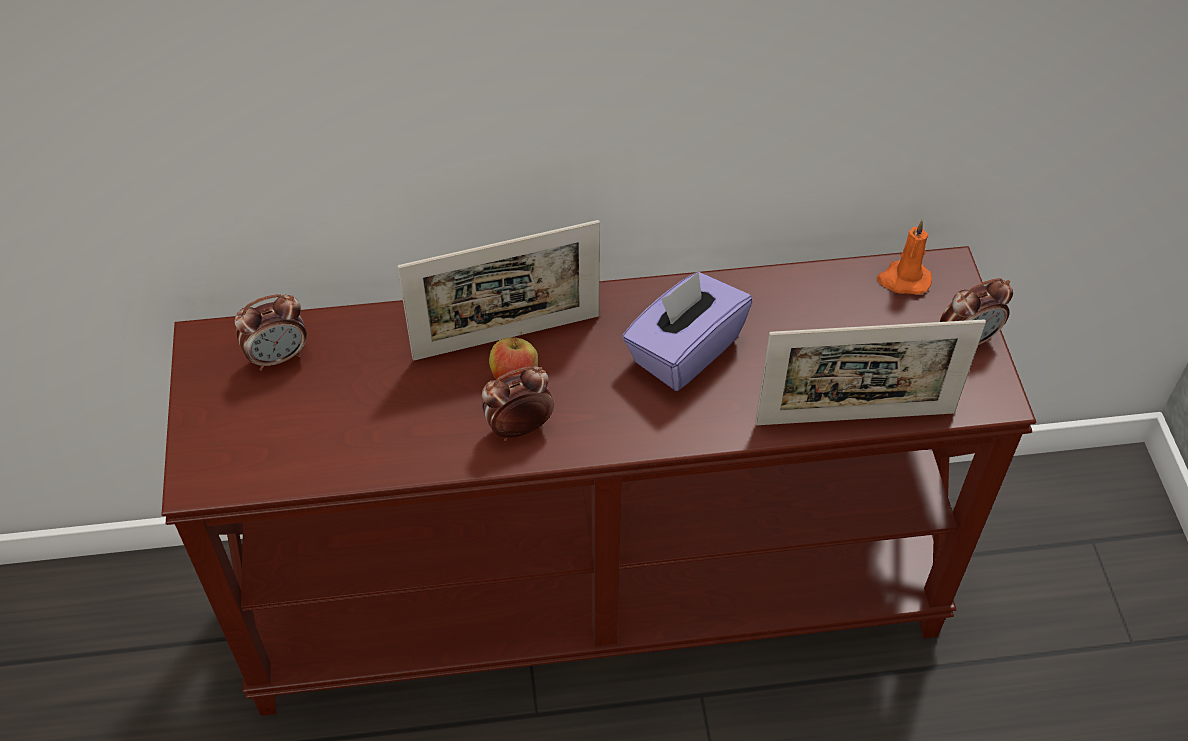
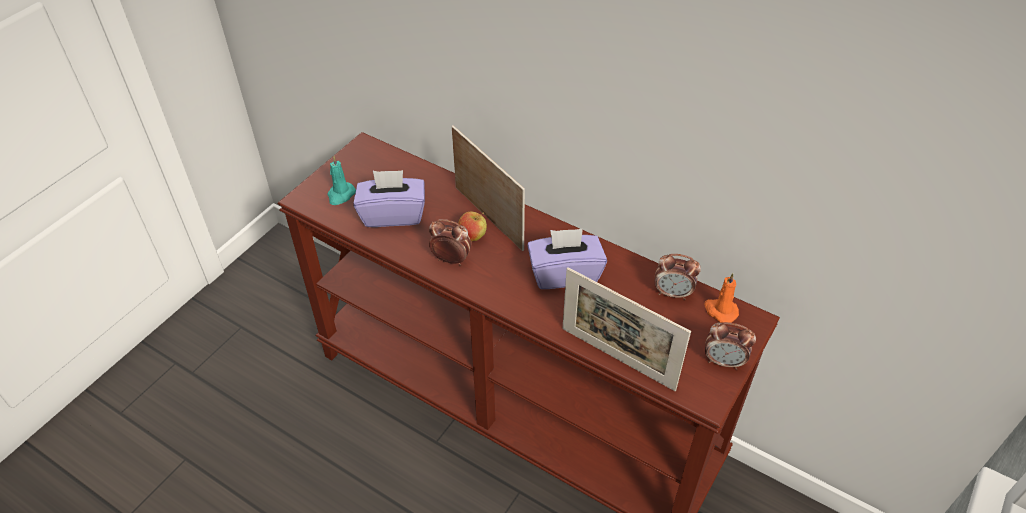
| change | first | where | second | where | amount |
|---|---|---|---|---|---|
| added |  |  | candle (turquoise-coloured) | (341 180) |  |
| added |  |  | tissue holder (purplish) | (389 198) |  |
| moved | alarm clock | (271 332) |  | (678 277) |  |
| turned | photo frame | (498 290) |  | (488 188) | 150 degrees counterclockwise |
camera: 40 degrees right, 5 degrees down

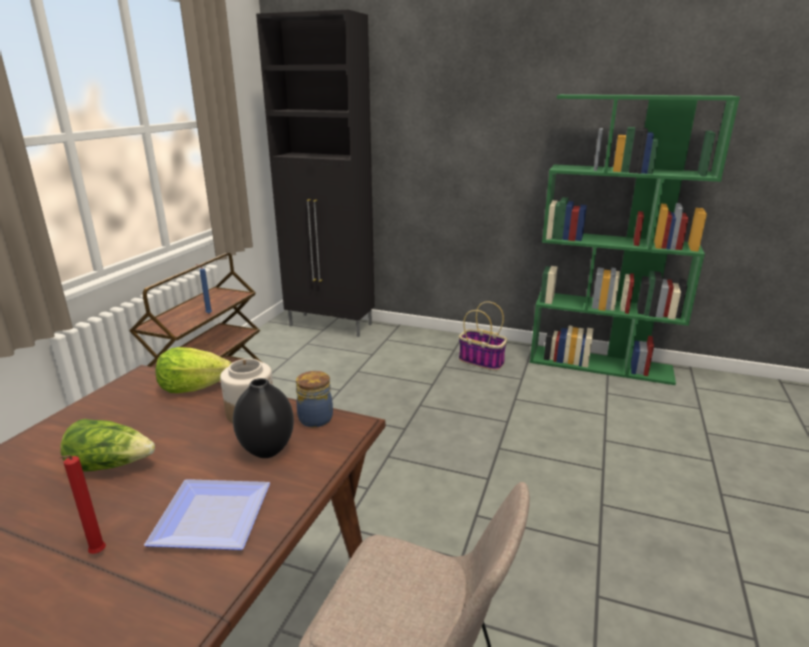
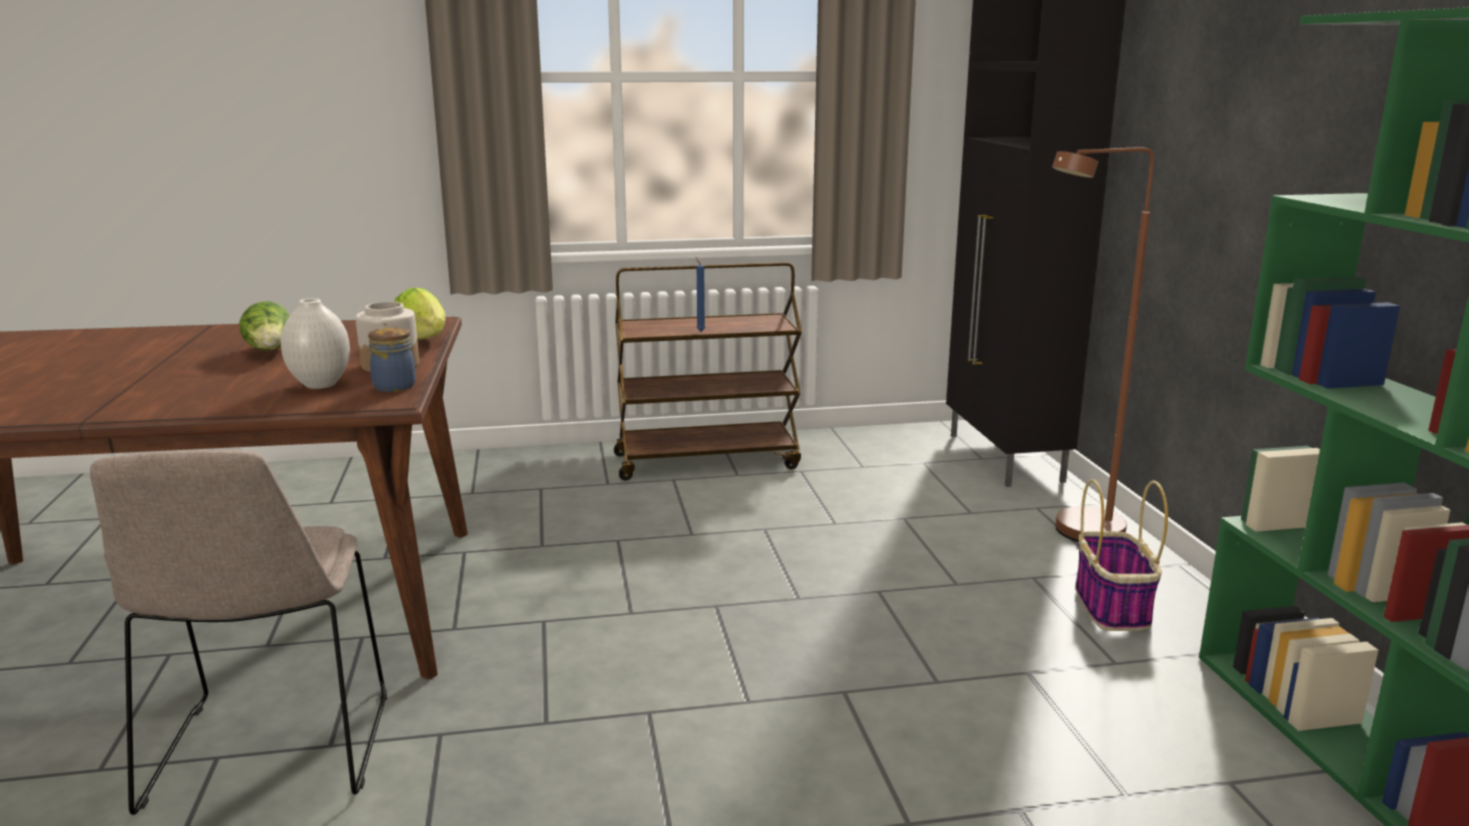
| change | first | where | second | where | amount |
|---|---|---|---|---|---|
| removed | candle (reddish) | (82 504) |  |  |  |
| removed | plate | (207 514) |  |  |  |
| added |  |  | standard lamp (brownish) | (1103 344) |  |
| recoloured | decorative vase (blackish) | (263 418) | decorative vase (white-coloured) | (315 343) |  |
camera: 60 degrees right, 5 degrees down

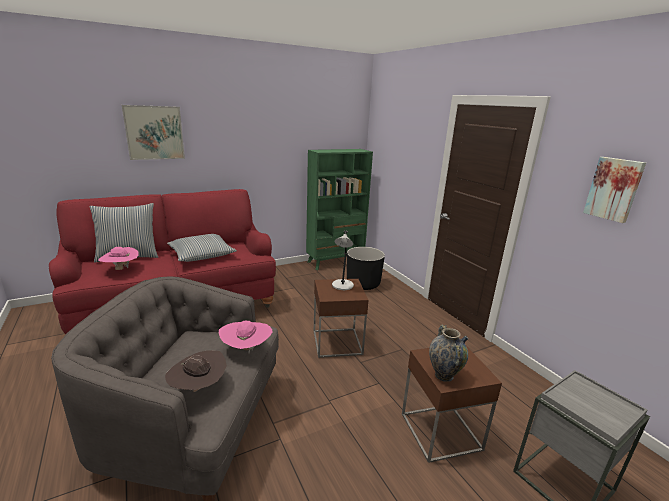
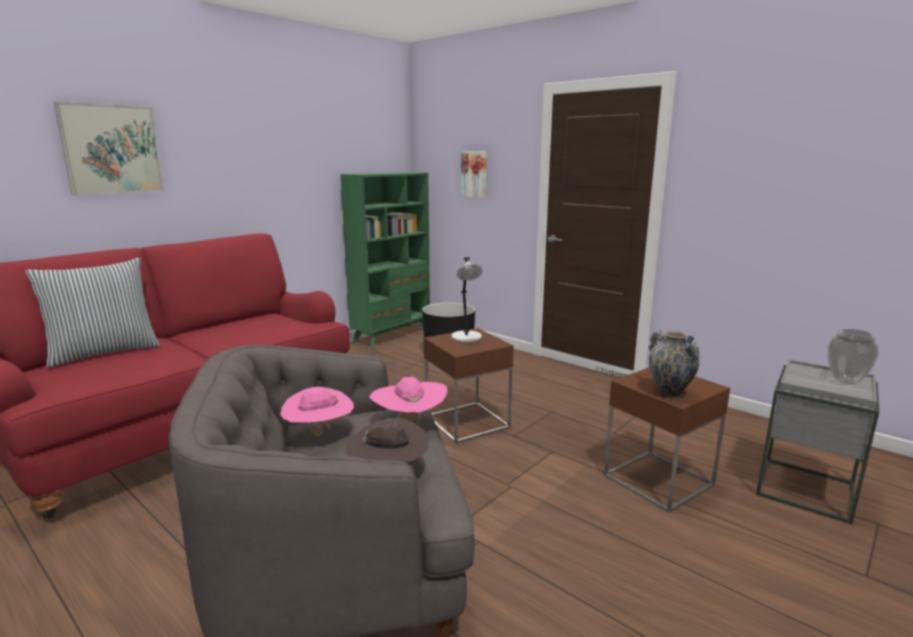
| change | first | where | second | where | amount |
|---|---|---|---|---|---|
| removed | pillow | (202 248) |  |  |  |
| added |  |  | decorative vase | (853 356) |  |
| moved | clothing hat (pink) | (118 258) |  | (317 411) |  |
| moved | wall picture | (614 190) |  | (474 174) |  |
camera: 20 degrees left, 5 degrees down

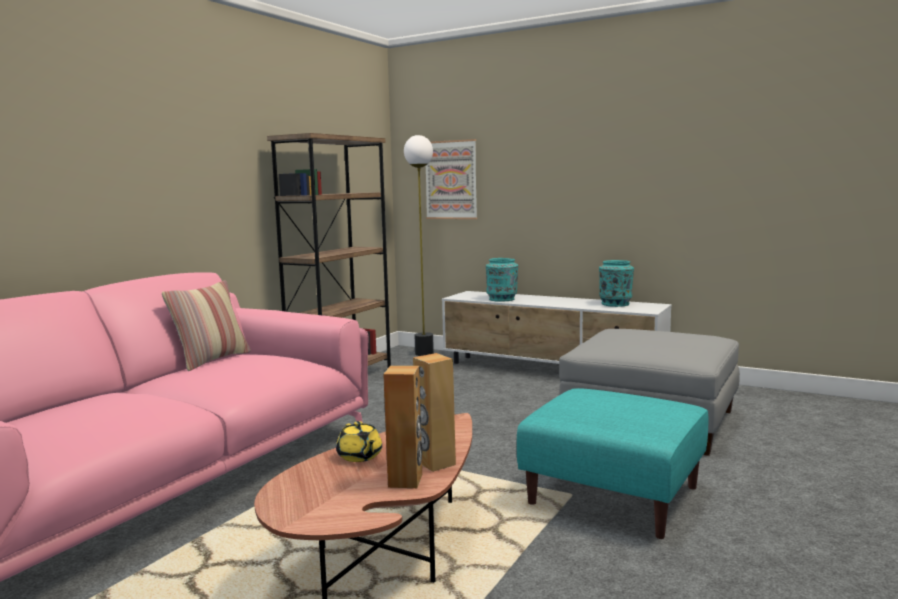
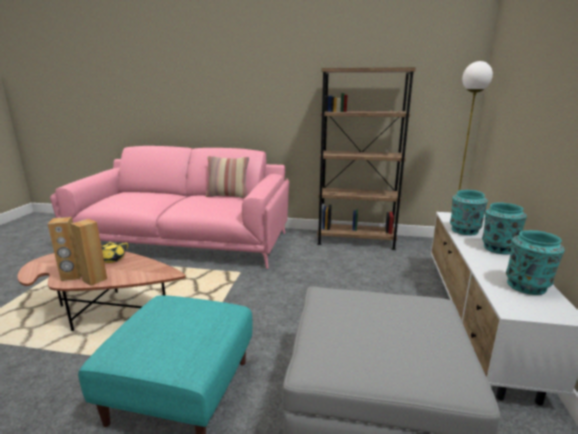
| change | first | where | second | where | amount |
|---|---|---|---|---|---|
| removed | wall picture | (451 179) |  |  |  |
| added |  |  | decorative vase (turquoise-coloured) | (504 228) |  |
camera: 70 degrees right, 10 degrees up

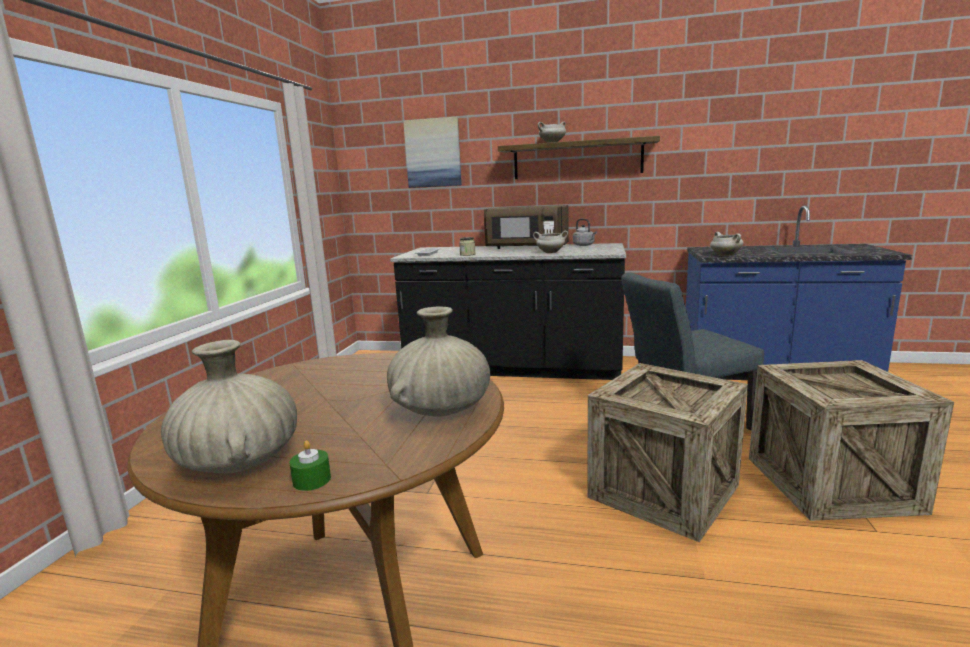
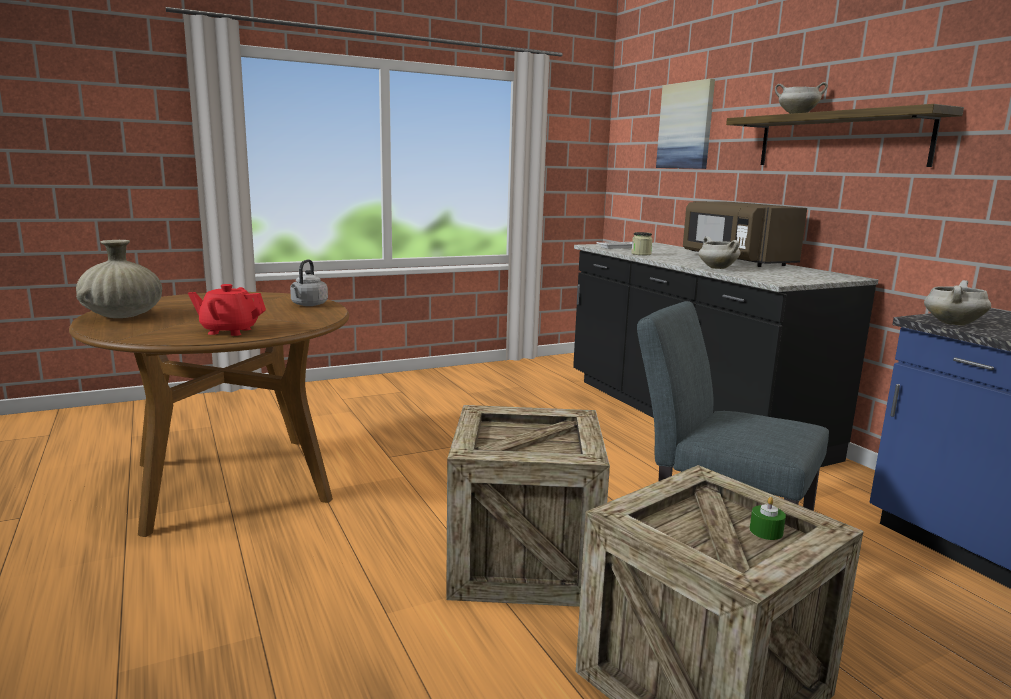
| change | first | where | second | where | amount |
|---|---|---|---|---|---|
| moved | candle (green-coloured) | (310 465) |  | (768 518) |  |
| moved | kettle (greyish) | (585 232) |  | (309 282) |  |
| replaced | decorative vase (sand-coloured) | (438 362) | tea pot (reddish) | (227 310) |  |
camera: 50 degrees right, 0 degrees up

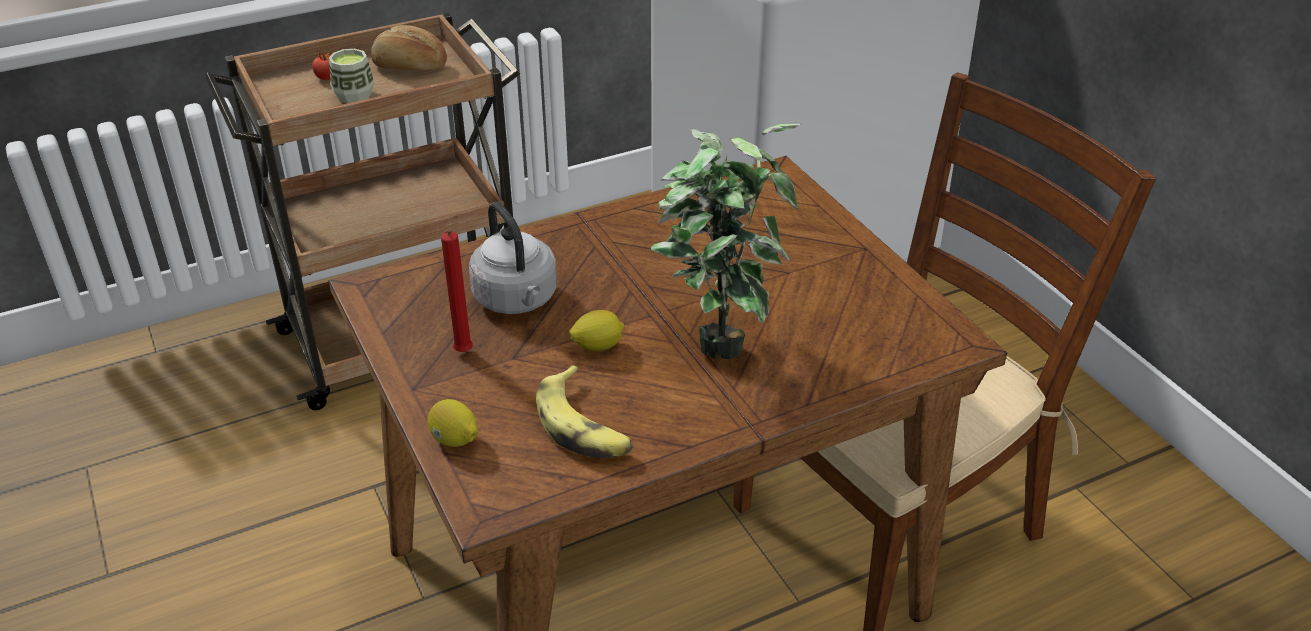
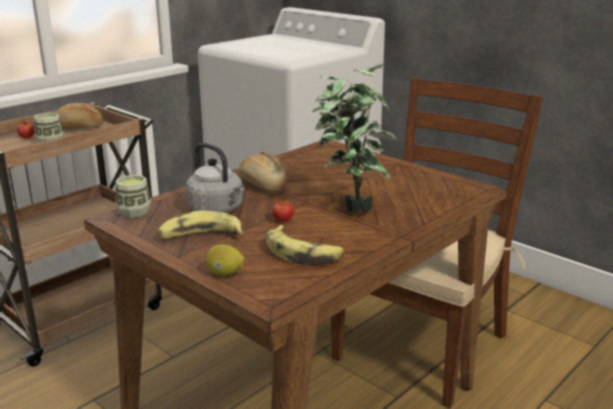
| change | first | where | second | where | amount |
|---|---|---|---|---|---|
| added |  |  | drinking cup | (133 196) |  |
| added |  |  | bread | (262 172) |  |
| replaced | candle (reddish) | (457 291) | banana fruit | (201 224) |  |
| replaced | citrus fruit | (596 330) | whole tomato | (283 208) |  |
camera: 20 degrees left, 15 degrees down

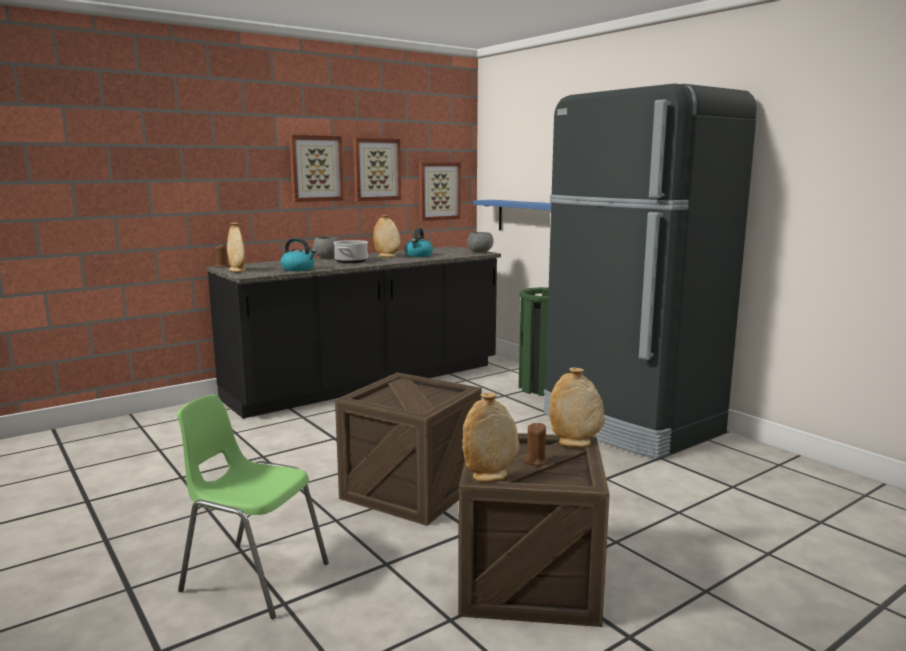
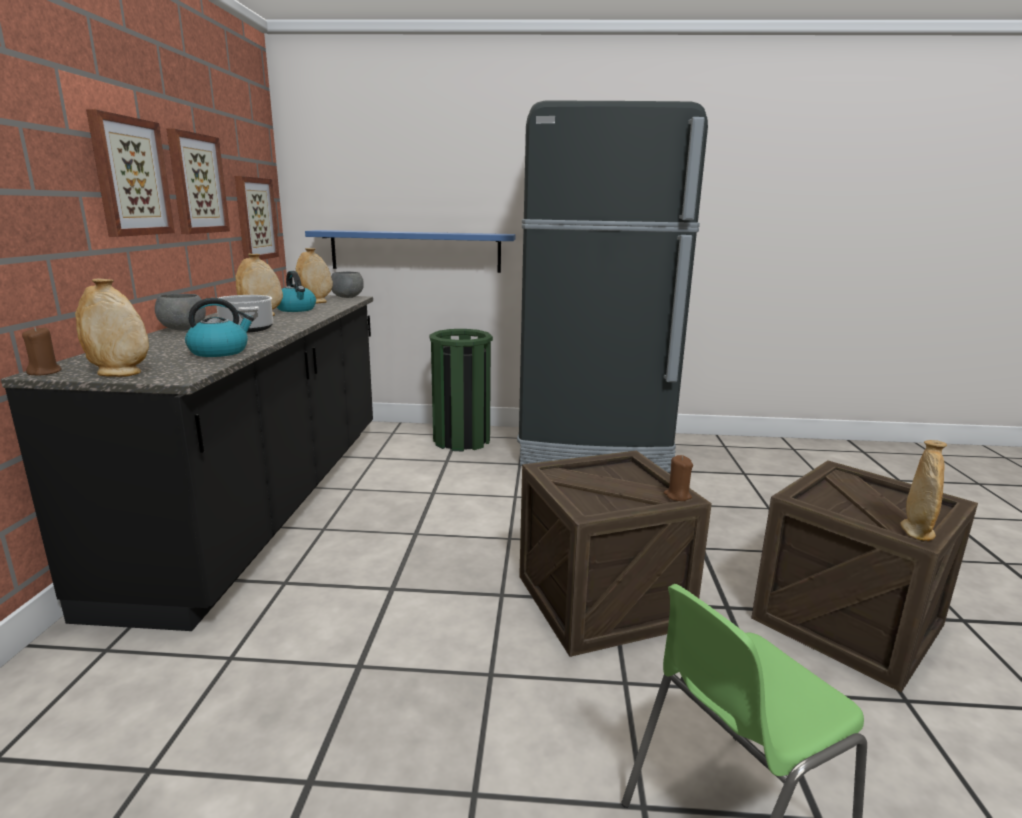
| change | first | where | second | where | amount |
|---|---|---|---|---|---|
| moved | candle (brownish) | (535 444) |  | (678 478) |  |
| moved | decorative vase (sand-coloured) | (577 407) |  | (314 276) |  |
camera: 50 degrees left, 5 degrees up

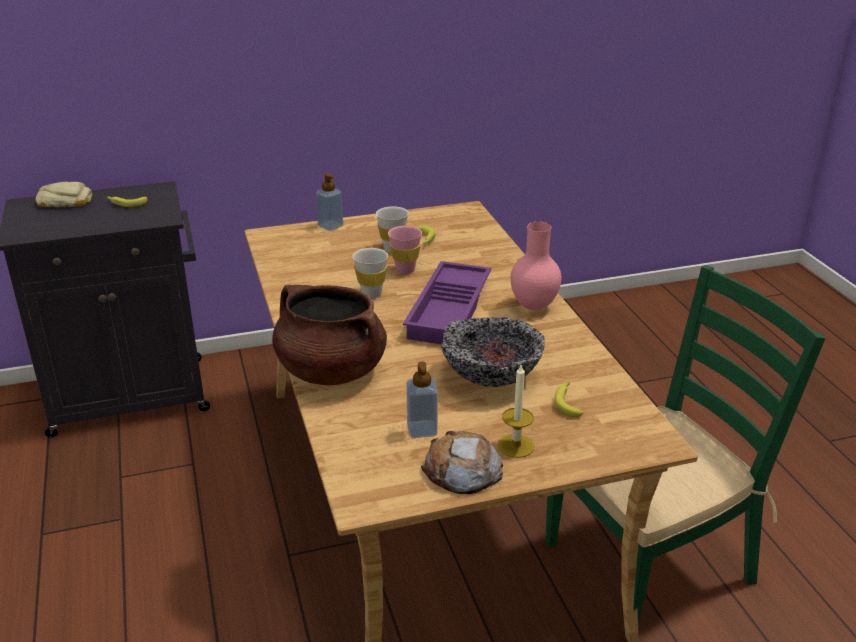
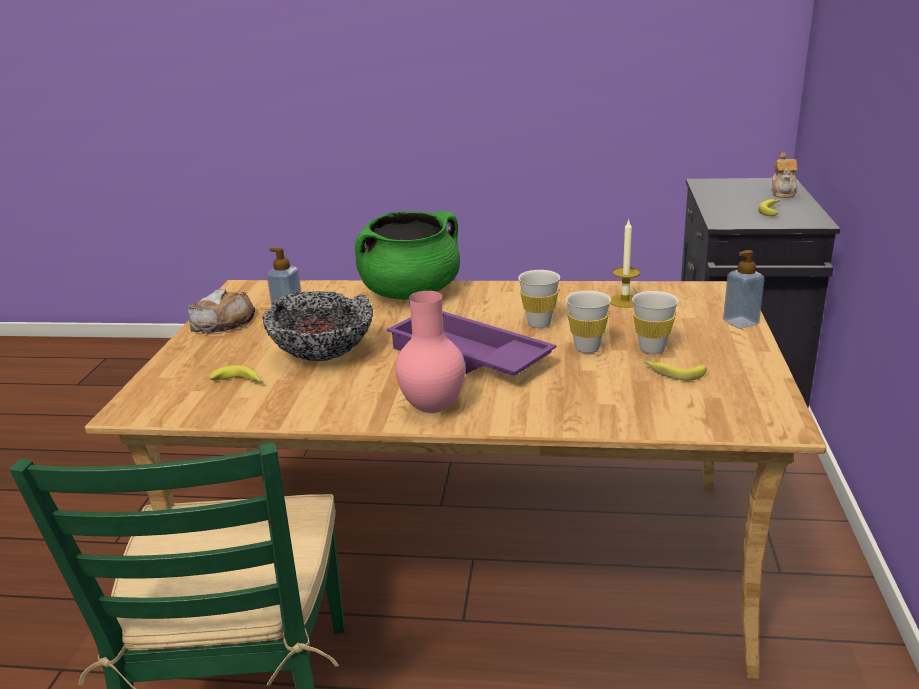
| change | first | where | second | where | amount |
|---|---|---|---|---|---|
| moved | candle | (516 411) |  | (625 264) |  |
| replaced | bread | (64 194) | tea pot | (784 175) |  |
| recoloured | stockpot (brownish) | (329 335) | stockpot (green-coloured) | (407 255) |  |
| recoloured | drinking cup (pink) | (405 250) | drinking cup (white-coloured) | (588 322) |  |
camera: 115 degrees right, 5 degrees down

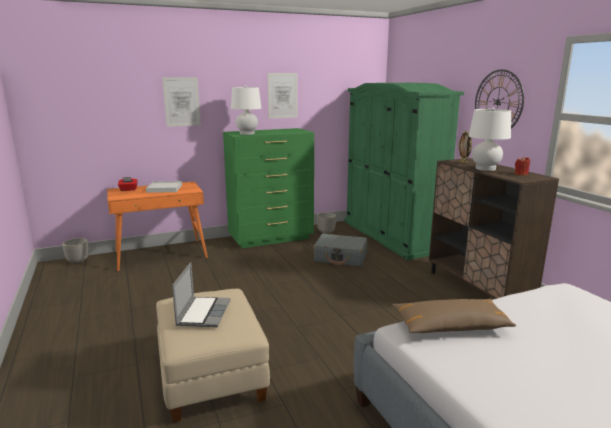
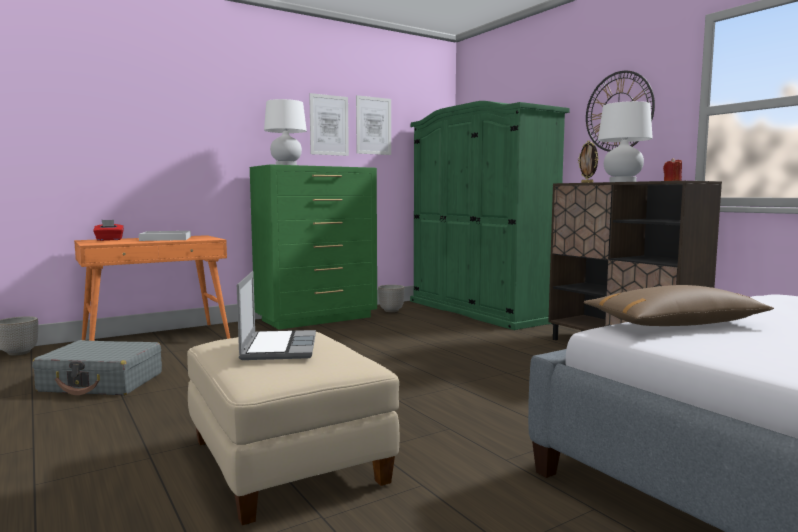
| change | first | where | second | where | amount |
|---|---|---|---|---|---|
| moved | wall picture | (181 102) |  | (373 125) |  |
| moved | suitcase (greyish) | (340 250) |  | (97 367) |  |
camera: 10 degrees left, 10 degrees down

